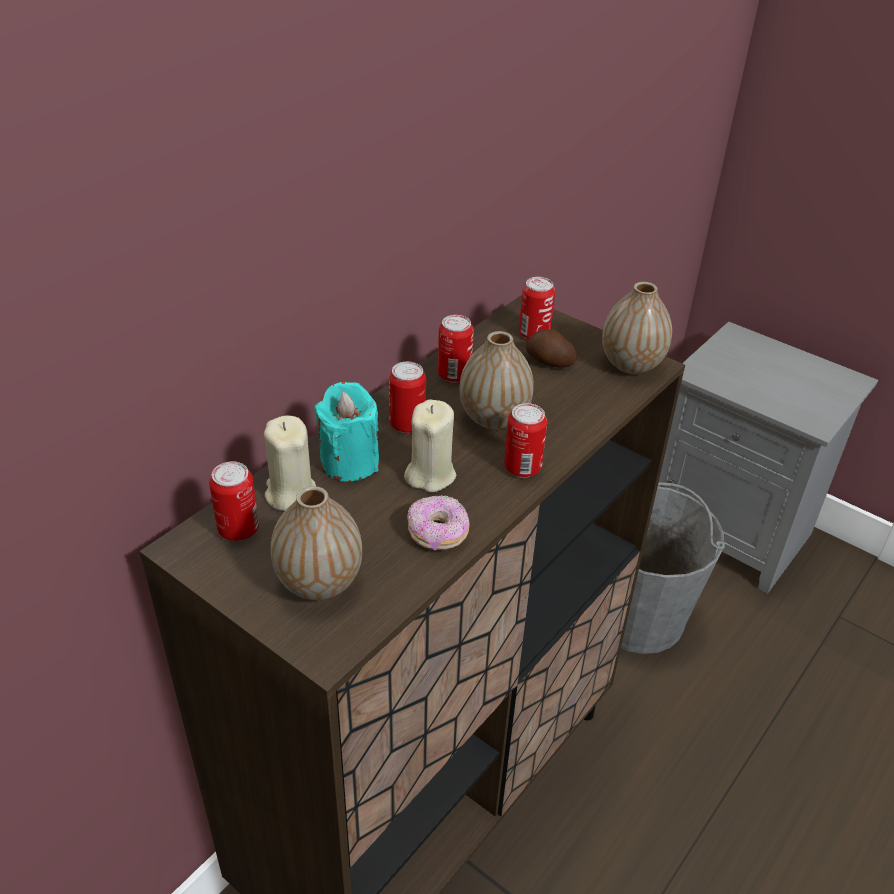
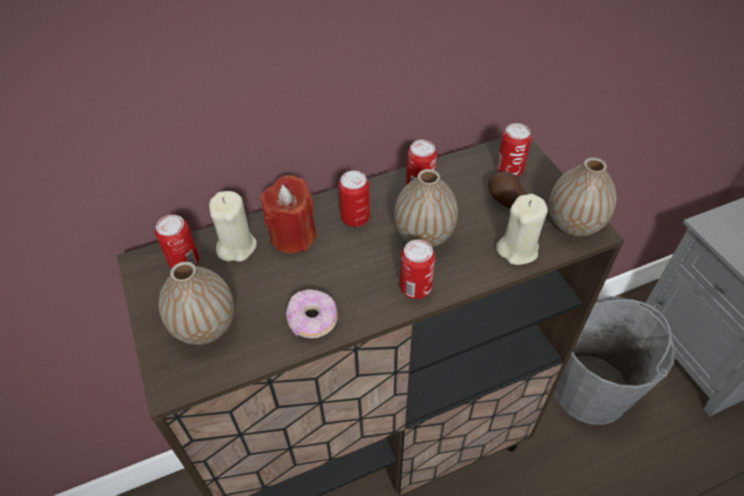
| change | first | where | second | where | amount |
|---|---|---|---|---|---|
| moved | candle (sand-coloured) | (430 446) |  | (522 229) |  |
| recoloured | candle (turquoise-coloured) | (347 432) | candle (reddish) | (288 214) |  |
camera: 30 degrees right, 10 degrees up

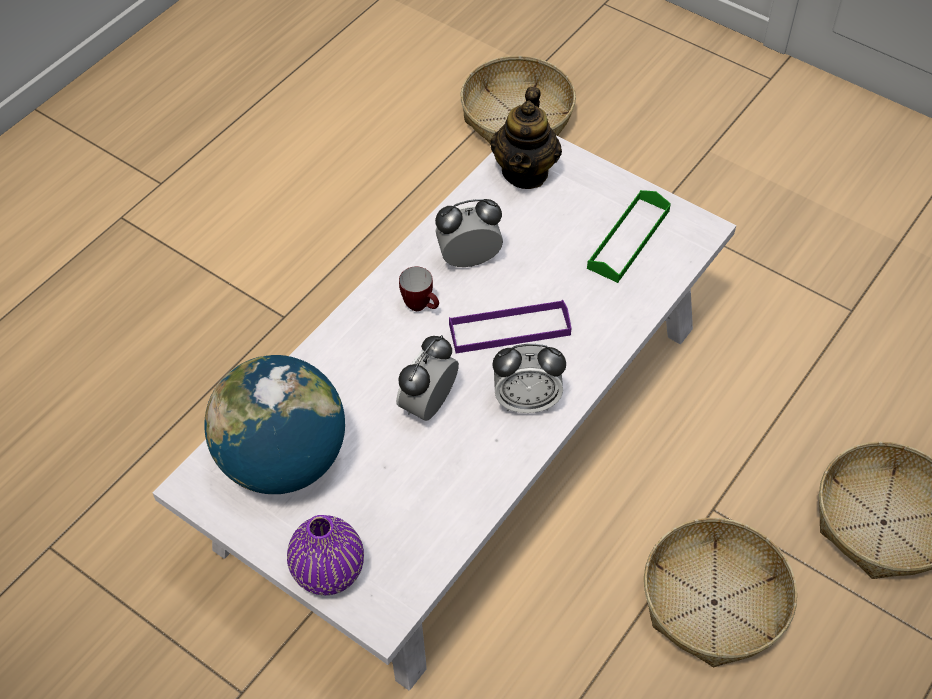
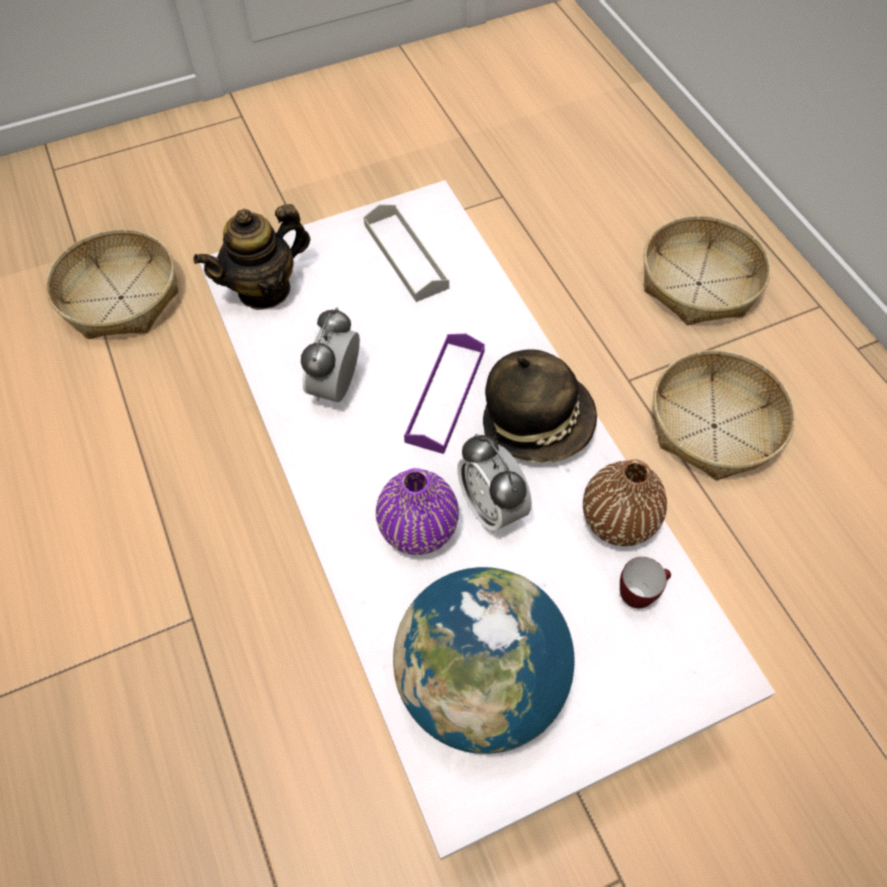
| change | first | where | second | where | amount |
|---|---|---|---|---|---|
| added |  |  | decorative vase (brownish) | (625 503) |  |
| moved | decorative vase (purplish) | (325 555) |  | (417 511) |  |
| moved | mug | (419 288) |  | (645 582) |  |
| replaced | alarm clock | (529 378) | clothing hat | (540 406) |  |
| recoloured | serving tray (green-coloured) | (629 236) | serving tray (greyish) | (406 253) |  |
| turned | tea pot | (526 138) |  | (251 257) | 105 degrees clockwise |
camera: 60 degrees left, 5 degrees up

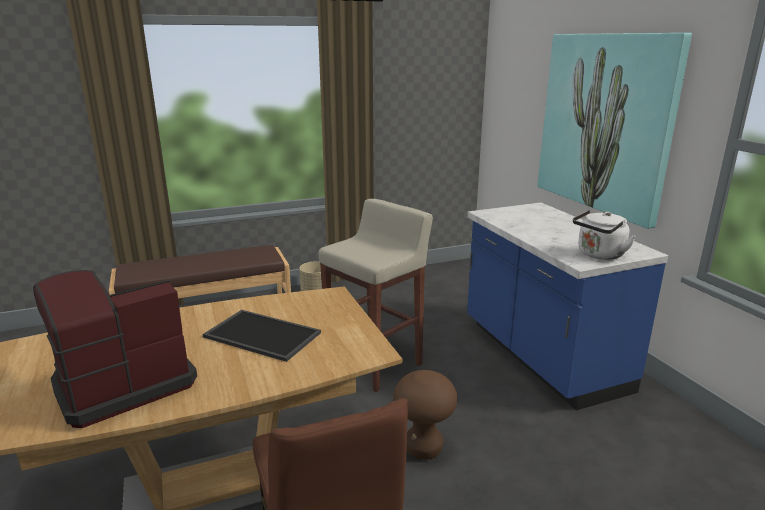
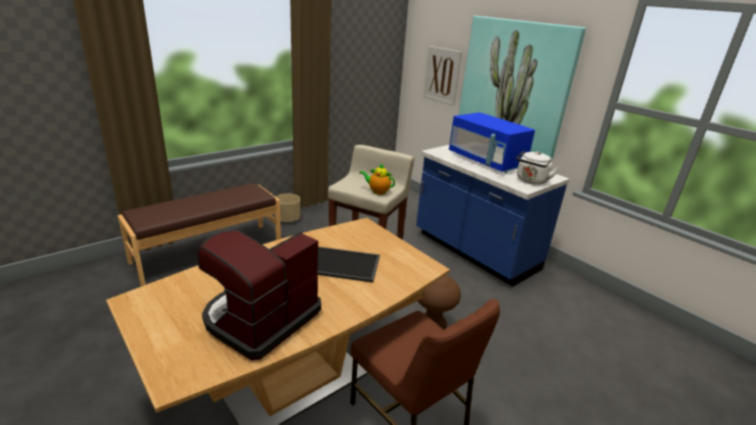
| change | first | where | second | where | amount |
|---|---|---|---|---|---|
| added |  |  | tea pot | (377 179) |  |
| added |  |  | wall picture | (442 76) |  |
| added |  |  | microwave (blue-coloured) | (492 142) |  |
camera: 20 degrees left, 5 degrees up

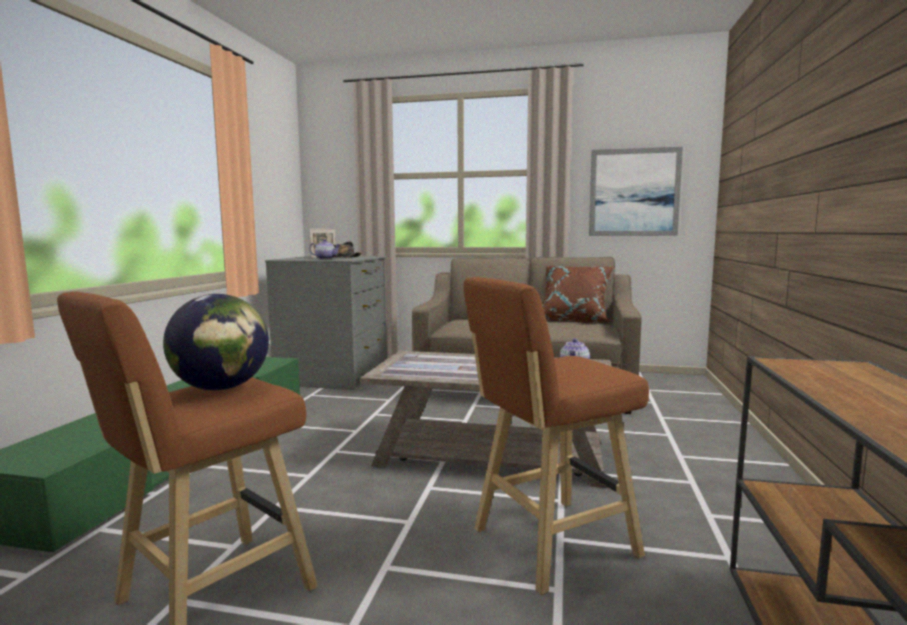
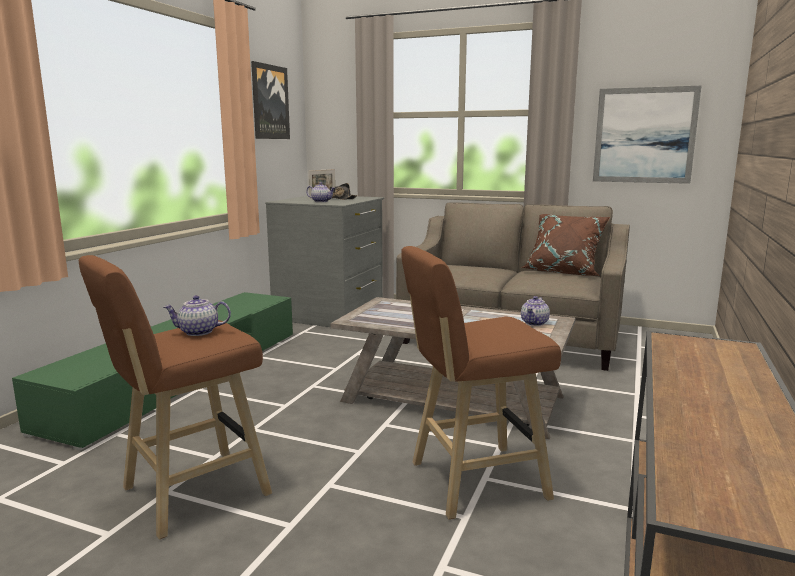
| change | first | where | second | where | amount |
|---|---|---|---|---|---|
| added |  |  | wall picture | (270 100) |  |
| replaced | desk globe | (216 342) | tea pot | (197 315) |  |
camera: 10 degrees right, 5 degrees up

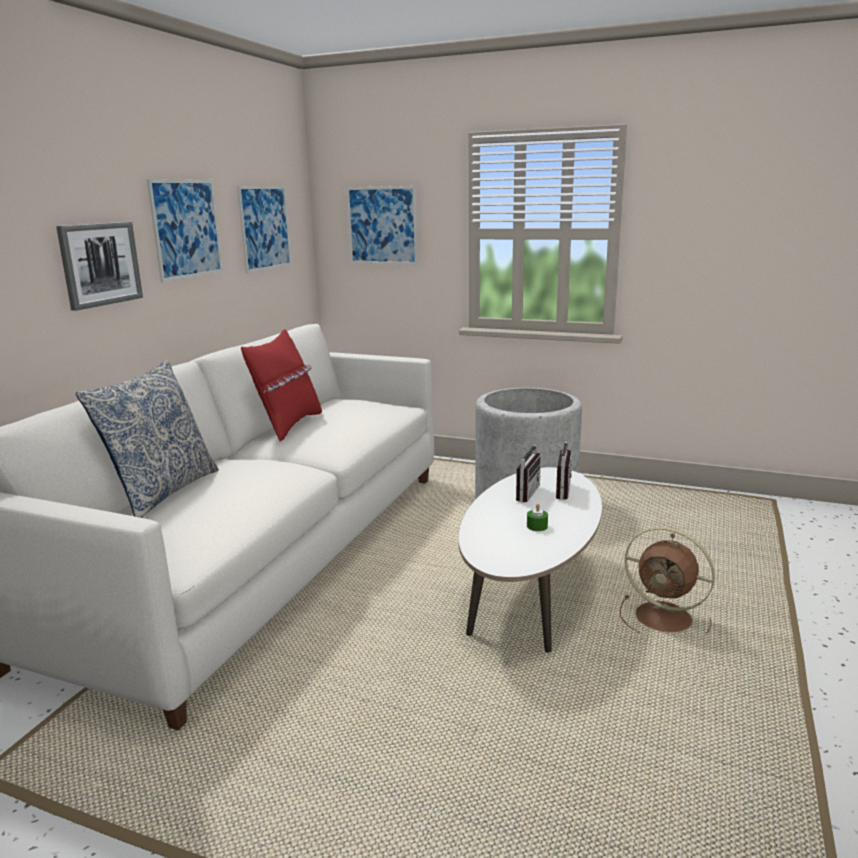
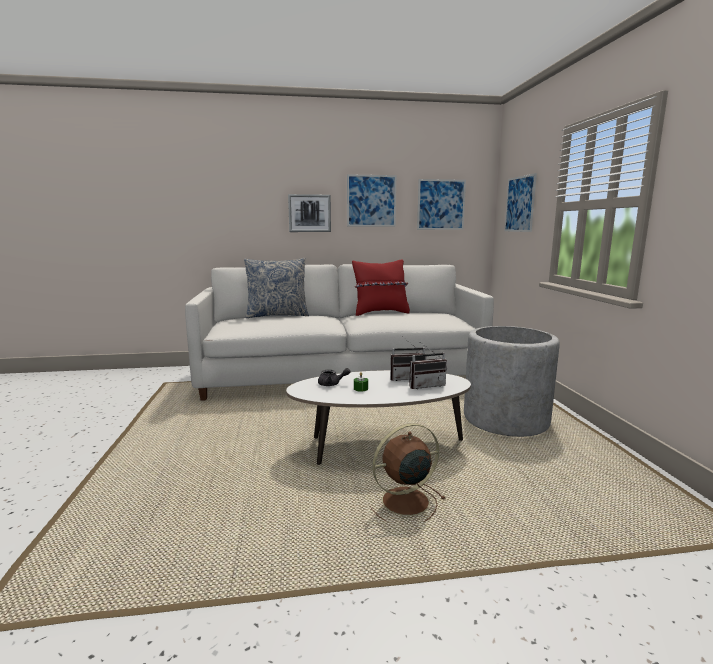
| change | first | where | second | where | amount |
|---|---|---|---|---|---|
| added |  |  | tea pot (greyish) | (334 377) |  |
| turned | cooling fan (brownish) | (667 580) |  | (407 472) | 60 degrees clockwise |
camera: 60 degrees right, 5 degrees down

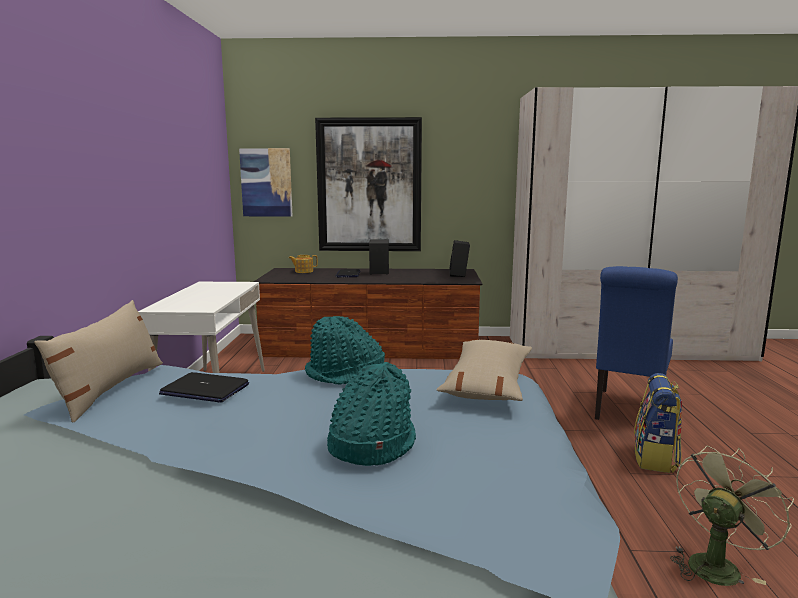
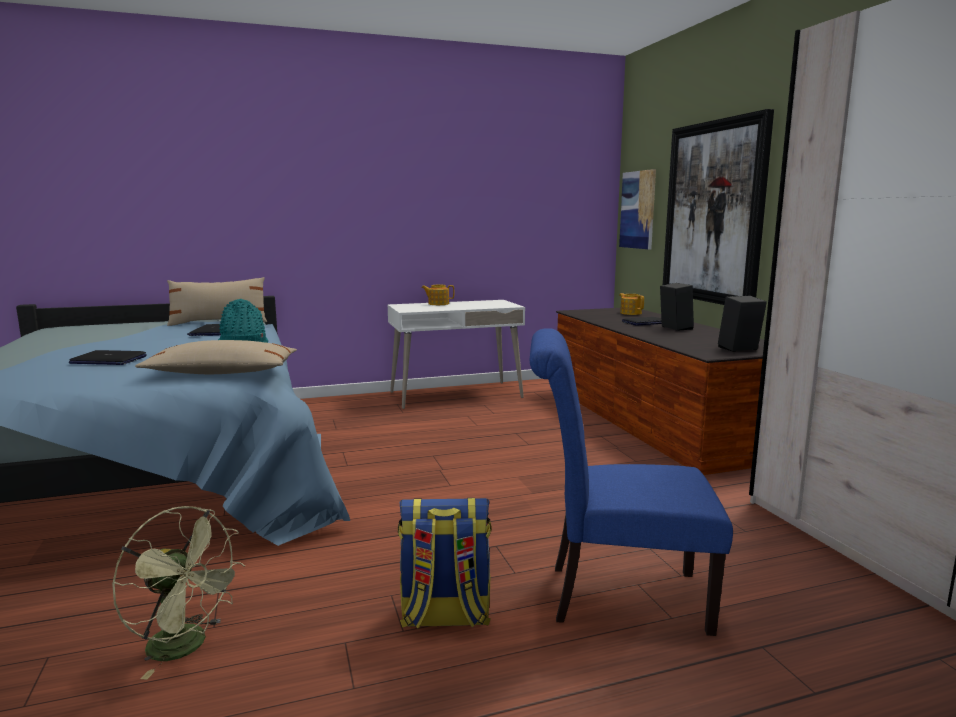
| change | first | where | second | where | amount |
|---|---|---|---|---|---|
| added |  |  | tea pot | (438 295) |  |
| replaced | clothing hat (turquoise-coloured) | (371 414) | portable computer | (108 357) |  |
camera: 70 degrees right, 0 degrees up

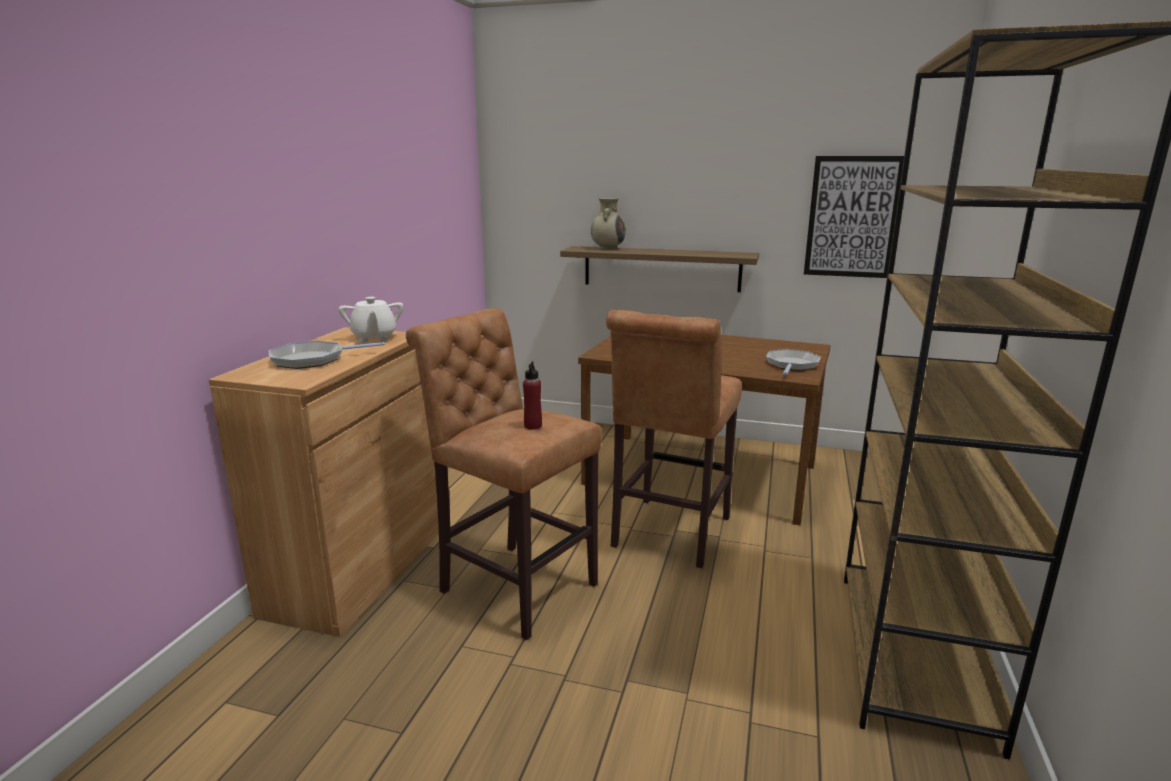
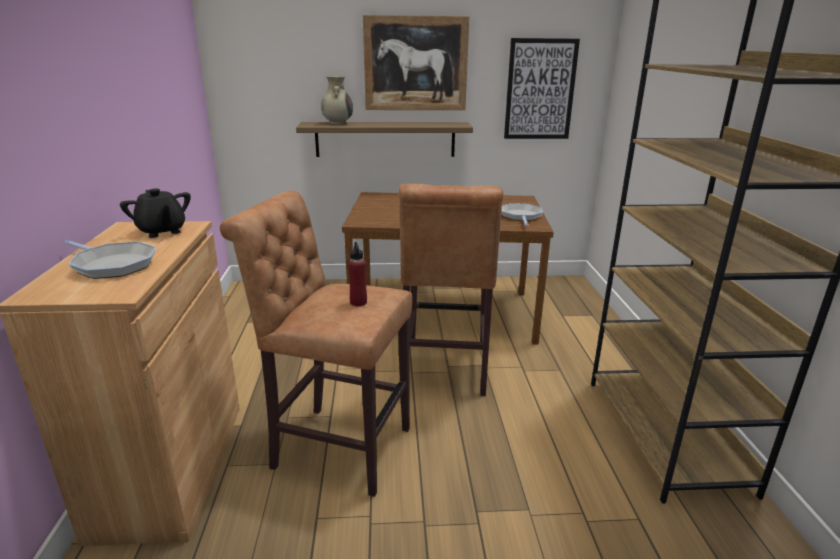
| change | first | where | second | where | amount |
|---|---|---|---|---|---|
| added |  |  | wall picture | (416 62) |  |
| recoloured | tea pot (white-coloured) | (371 319) | tea pot (blackish) | (155 213) |  |
| turned | frying pan | (327 355) |  | (110 259) | 105 degrees counterclockwise |
camera: 20 degrees left, 5 degrees up

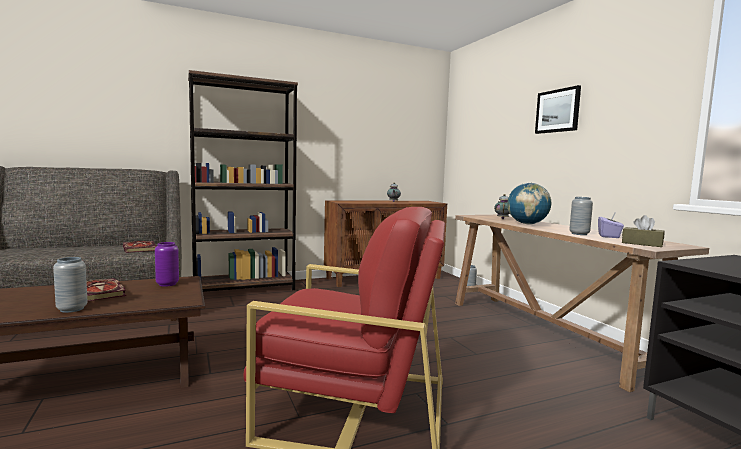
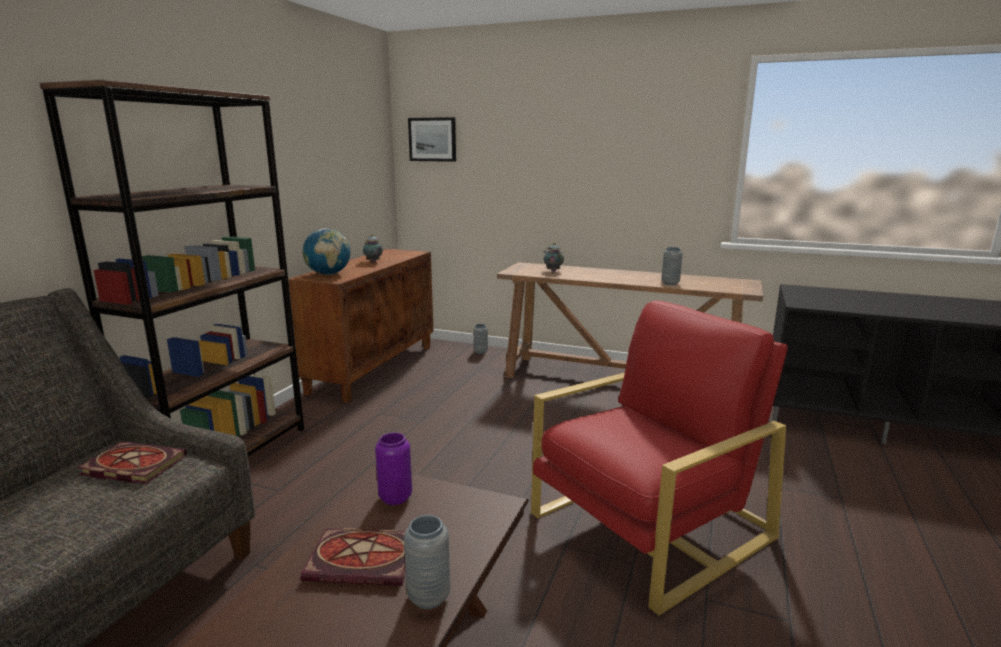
| change | first | where | second | where | amount |
|---|---|---|---|---|---|
| removed | tissue holder (purplish) | (611 225) |  |  |  |
| removed | tissue holder (brownish) | (643 231) |  |  |  |
| moved | desk globe | (529 203) |  | (326 251) |  |
| moved | wall picture | (558 109) |  | (432 139) |  |
camera: 45 degrees left, 10 degrees up

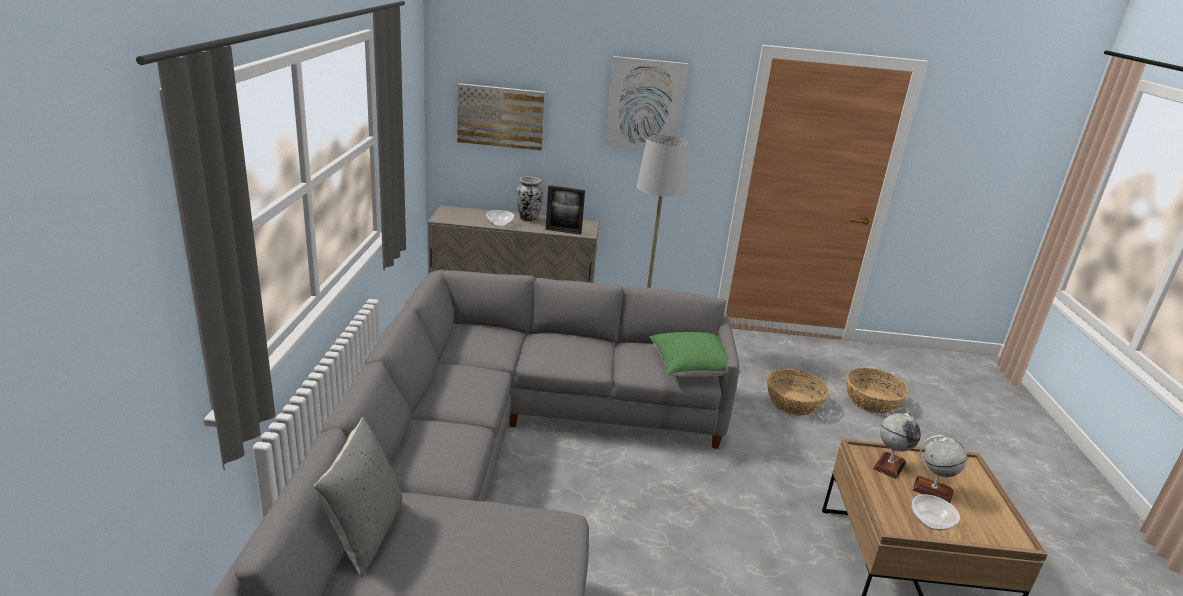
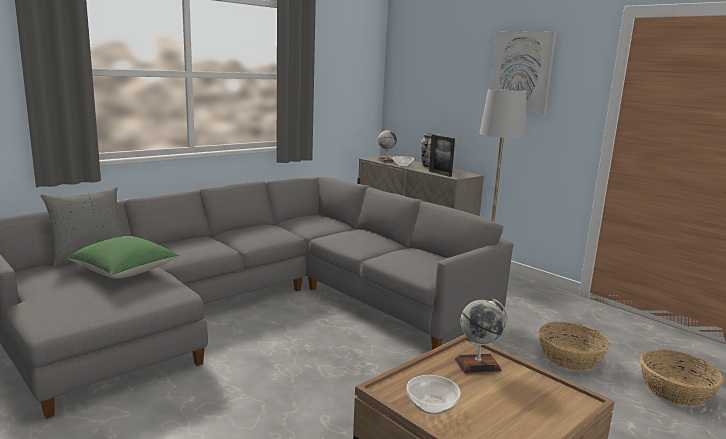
| change | first | where | second | where | amount |
|---|---|---|---|---|---|
| removed | wall picture | (501 117) |  |  |  |
| moved | pillow (green-coloured) | (695 354) |  | (122 257) |  |
| moved | desk globe | (939 469) |  | (387 145) |  |
camera: 45 degrees right, 10 degrees down

